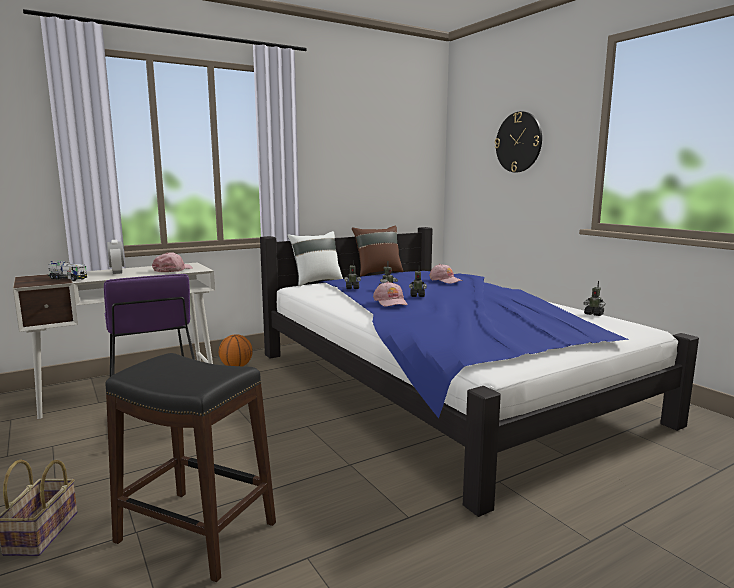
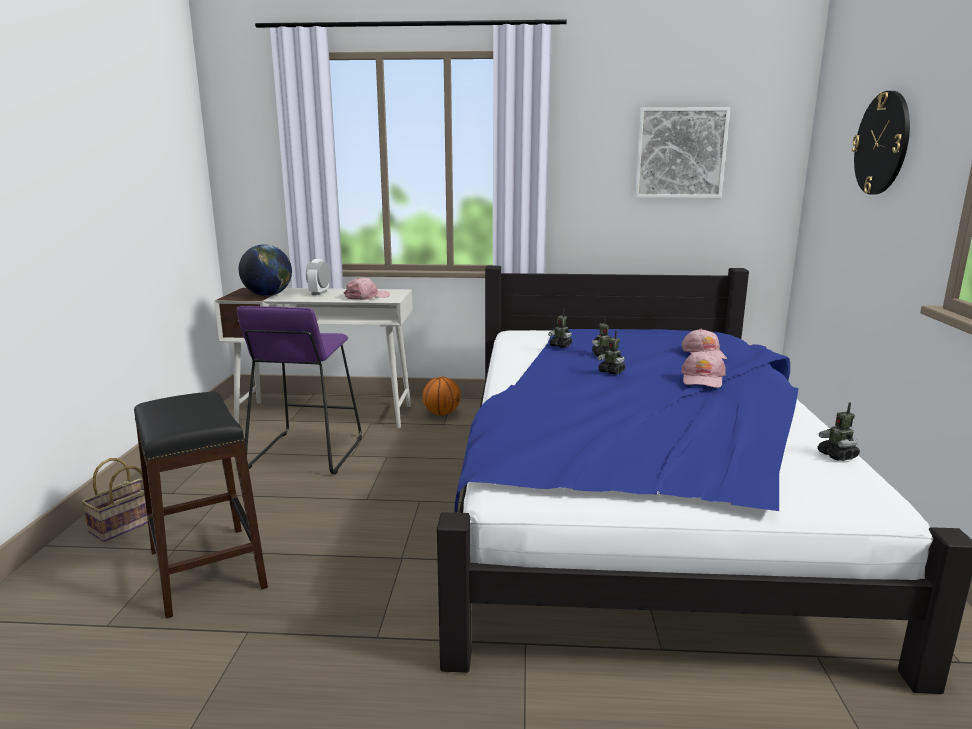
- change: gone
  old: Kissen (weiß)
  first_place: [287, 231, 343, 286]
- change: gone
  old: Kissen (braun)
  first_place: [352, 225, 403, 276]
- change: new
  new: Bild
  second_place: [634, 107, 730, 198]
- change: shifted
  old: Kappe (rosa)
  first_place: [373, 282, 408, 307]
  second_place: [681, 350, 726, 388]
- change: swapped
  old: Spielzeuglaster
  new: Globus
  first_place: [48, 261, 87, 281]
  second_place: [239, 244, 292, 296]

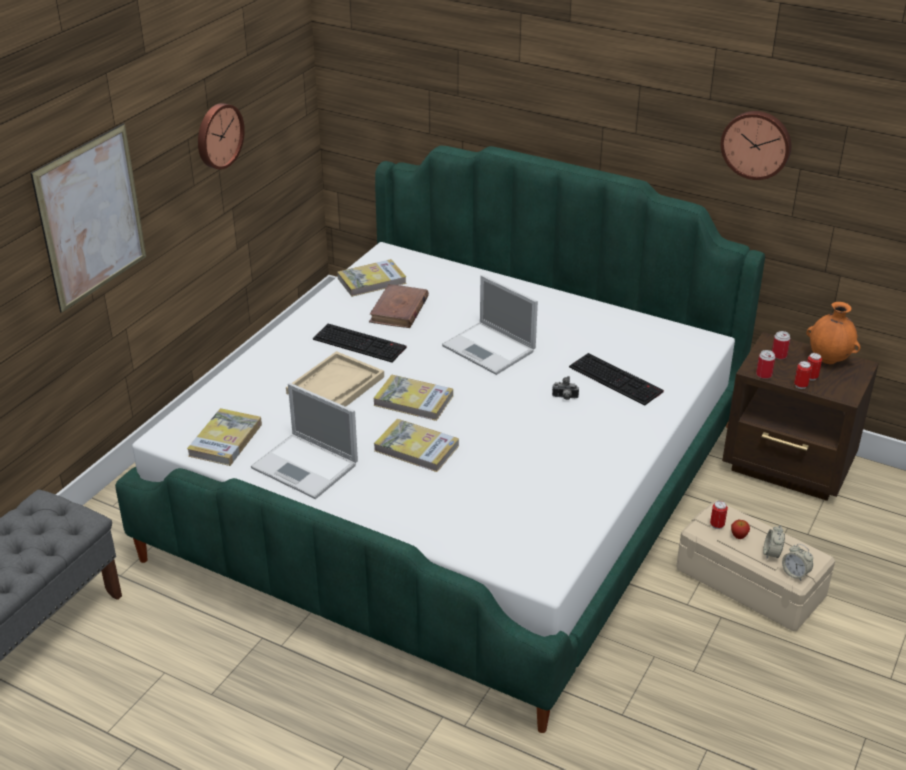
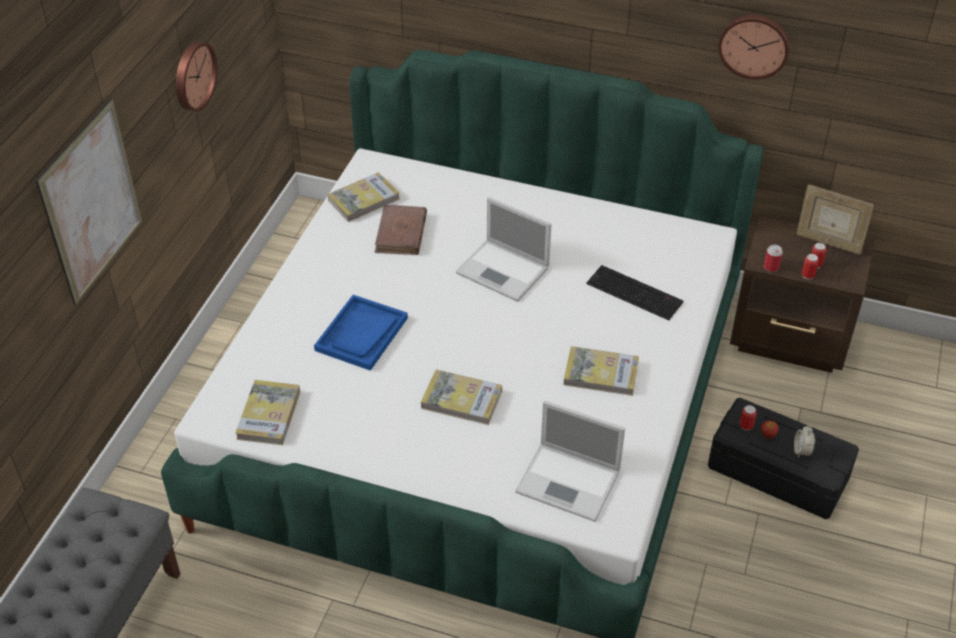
- change: gone
  old: Tastatur
  first_place: [313, 324, 407, 363]
- change: gone
  old: Kamera
  first_place: [552, 376, 579, 400]
- change: gone
  old: Dose
  first_place: [772, 331, 790, 359]
- change: gone
  old: Wecker
  first_place: [782, 544, 813, 581]
- change: shifted
  old: Laptop
  first_place: [251, 383, 358, 499]
  second_place: [515, 401, 625, 522]
- change: shifted
  old: Buch
  first_place: [373, 375, 453, 421]
  second_place: [563, 346, 639, 396]
- change: swapped
  old: Vase (orange)
  new: Bilderrahmen
  first_place: [806, 302, 861, 364]
  second_place: [797, 184, 874, 255]
- change: repainted
  old: Tablett (beige)
  new: Tablett (blau)
  first_place: [286, 351, 384, 407]
  second_place: [314, 295, 408, 371]
- change: repainted
  old: Aufbewahrungsbox (beige)
  new: Aufbewahrungsbox (schwarz)
  first_place: [676, 500, 835, 631]
  second_place: [708, 398, 859, 519]

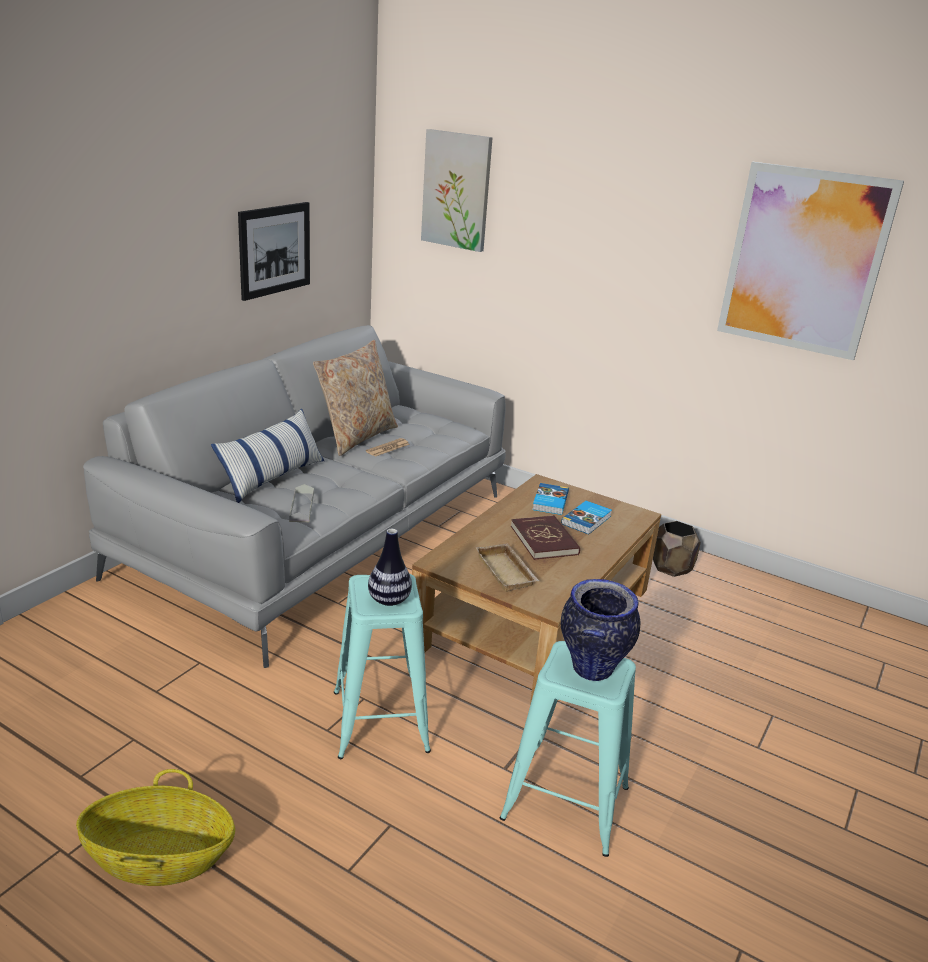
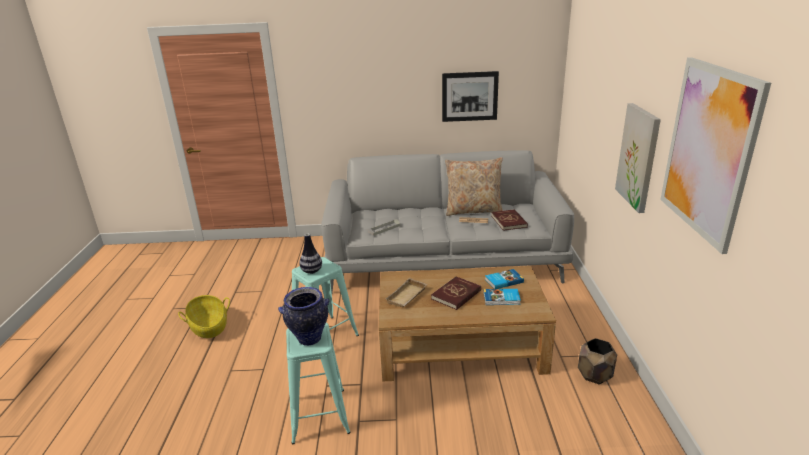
- change: gone
  old: Kissen
  first_place: [211, 409, 324, 503]
- change: new
  new: Buch (rot)
  second_place: [491, 209, 528, 231]
- change: shifted
  old: Bild
  first_place: [421, 129, 493, 252]
  second_place: [615, 103, 661, 213]

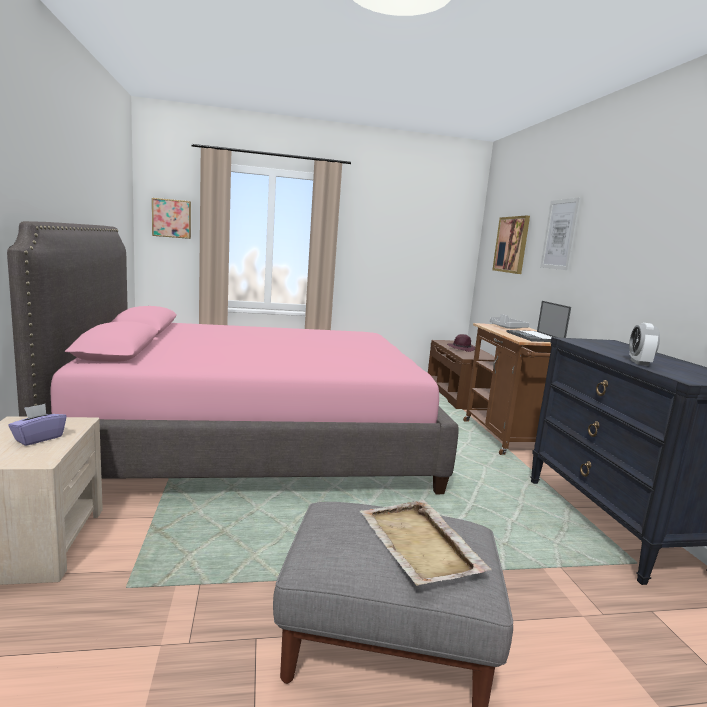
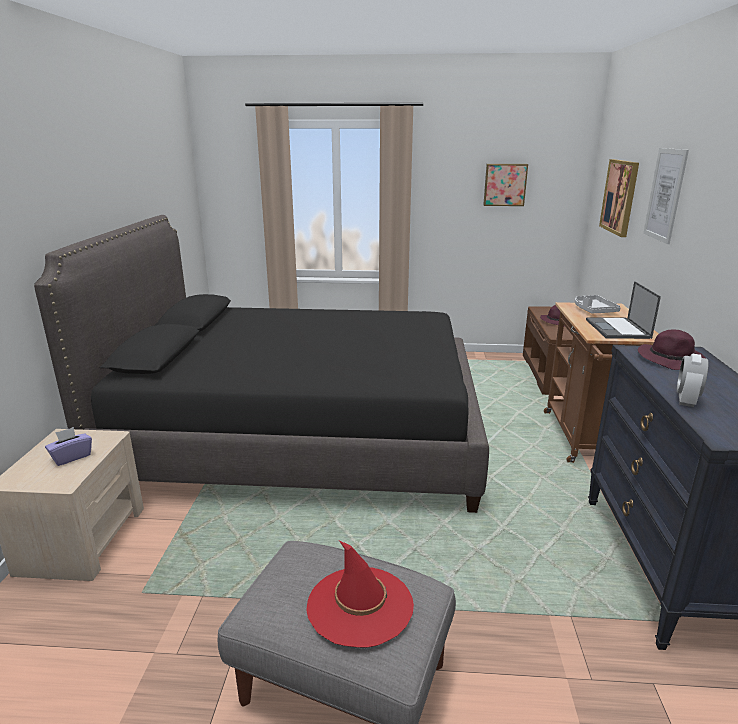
- change: new
  new: Hut (lila)
  second_place: [638, 330, 706, 370]
- change: shifted
  old: Bild
  first_place: [152, 198, 191, 239]
  second_place: [483, 164, 528, 206]
- change: swapped
  old: Tablett (beige)
  new: Hut (rot)
  first_place: [360, 500, 492, 586]
  second_place: [306, 541, 414, 648]
- change: repainted
  old: Bett (rosa)
  new: Bett (schwarz)
  first_place: [7, 221, 459, 494]
  second_place: [34, 215, 489, 513]

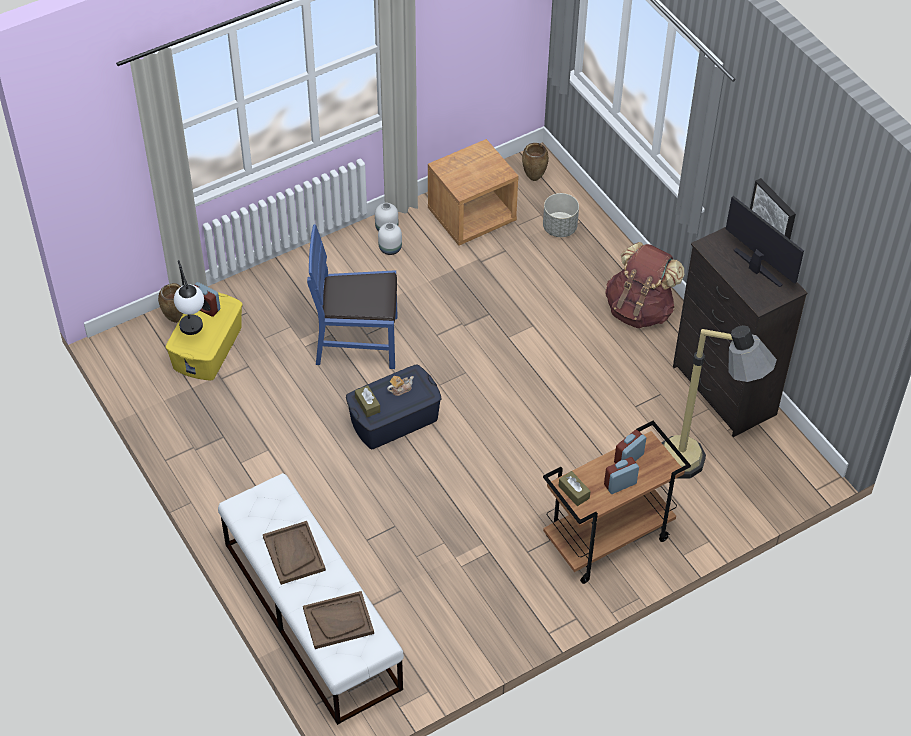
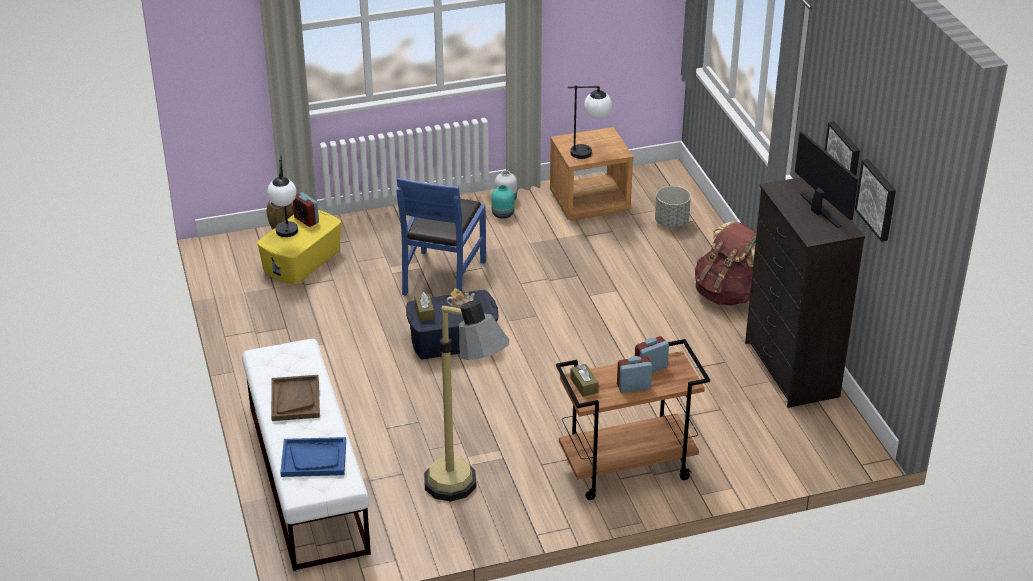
- change: gone
  old: Vase (braun)
  first_place: [522, 143, 549, 181]
- change: new
  new: Tischlampe
  second_place: [568, 85, 612, 159]
- change: new
  new: Bild
  second_place: [855, 159, 896, 242]
- change: shifted
  old: Stehlampe
  first_place: [661, 325, 777, 478]
  second_place: [424, 300, 509, 502]
- change: repainted
  old: Tablett (braun)
  new: Tablett (blau)
  first_place: [303, 591, 374, 649]
  second_place: [280, 437, 346, 477]
- change: repainted
  old: Vase (weiß)
  new: Vase (türkis)
  first_place: [378, 223, 402, 255]
  second_place: [491, 185, 514, 219]
- change: rotated
  old: Stuhl (blau)
  first_place: [307, 224, 397, 369]
  second_place: [396, 177, 486, 295]
  degrees: -90

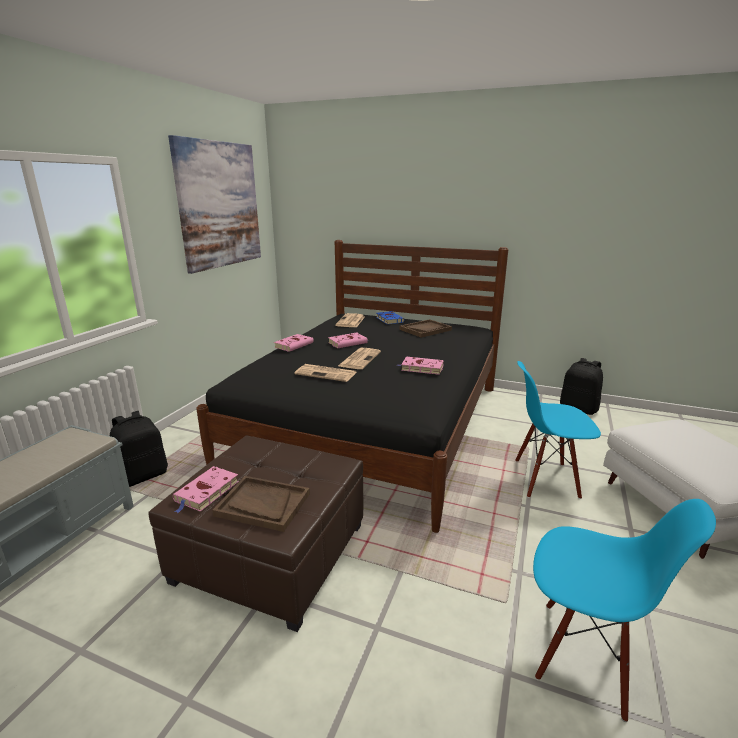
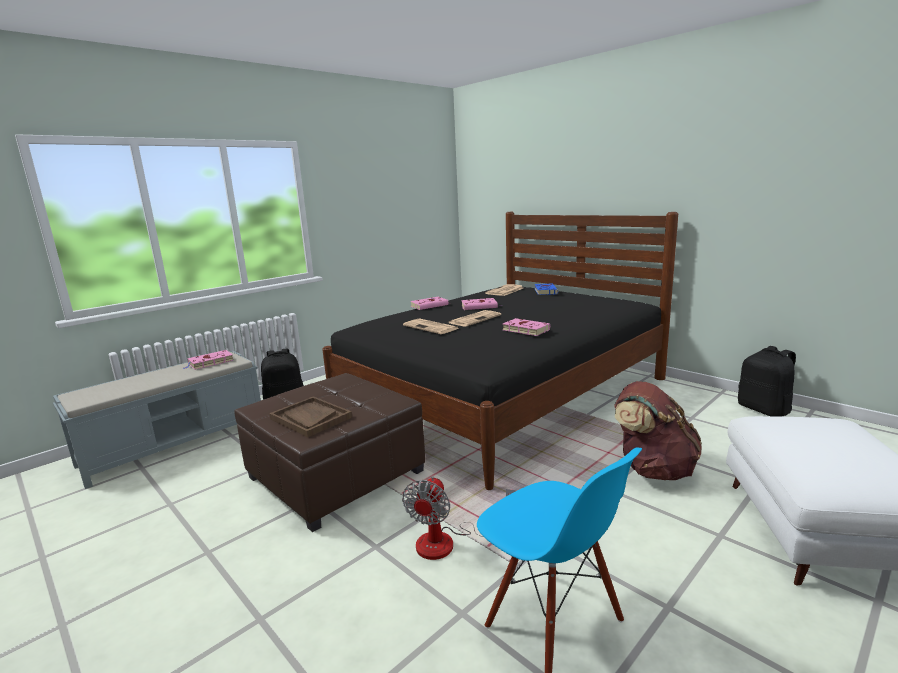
- change: gone
  old: Bild
  first_place: [168, 135, 261, 274]
- change: gone
  old: Tablett (braun)
  first_place: [400, 319, 452, 338]
- change: new
  new: Ventilator
  second_place: [402, 476, 515, 560]
- change: shifted
  old: Buch (rosa)
  first_place: [173, 466, 239, 513]
  second_place: [184, 350, 234, 370]
- change: swapped
  old: Stuhl (blau)
  new: Rucksack (braun)
  first_place: [515, 361, 601, 499]
  second_place: [614, 381, 702, 480]

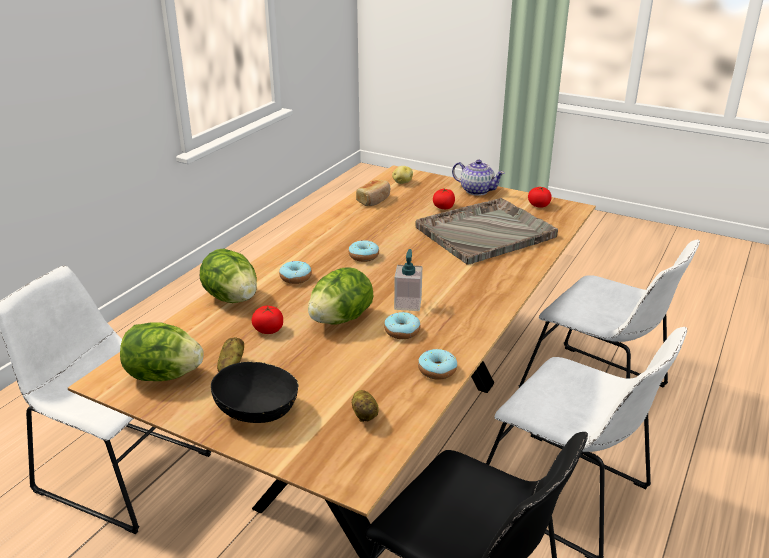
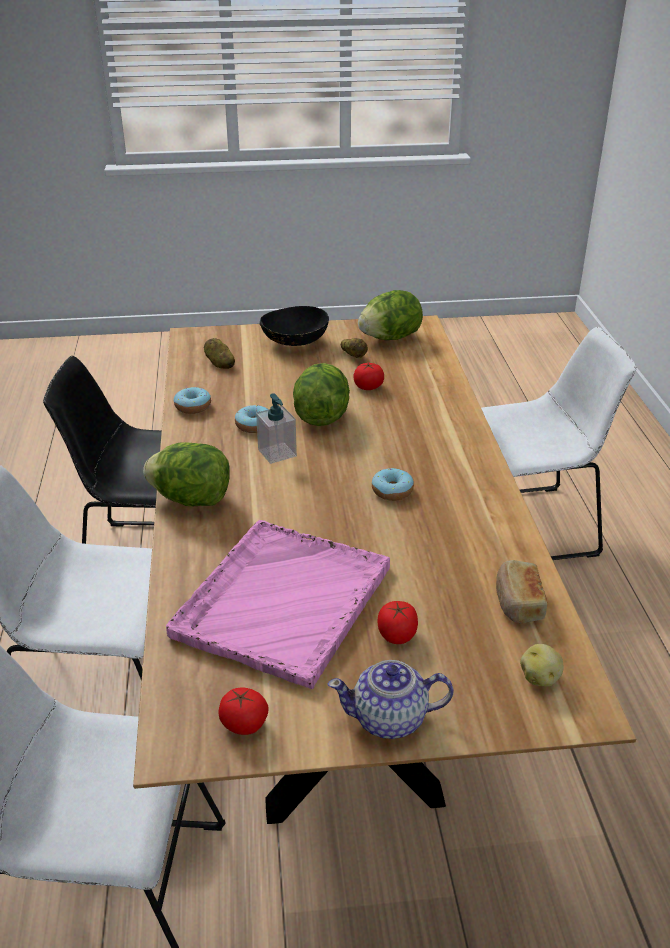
- change: gone
  old: Donut
  first_place: [279, 261, 312, 284]
- change: shifted
  old: Salatkopf
  first_place: [200, 248, 257, 303]
  second_place: [143, 442, 230, 506]
- change: repainted
  old: Tablett (grau)
  new: Tablett (rosa)
  first_place: [415, 198, 558, 265]
  second_place: [166, 520, 390, 689]

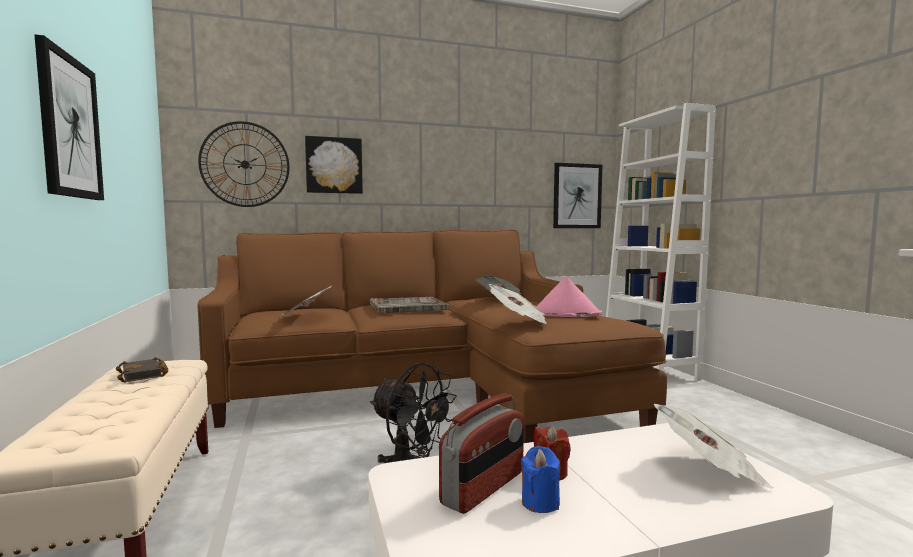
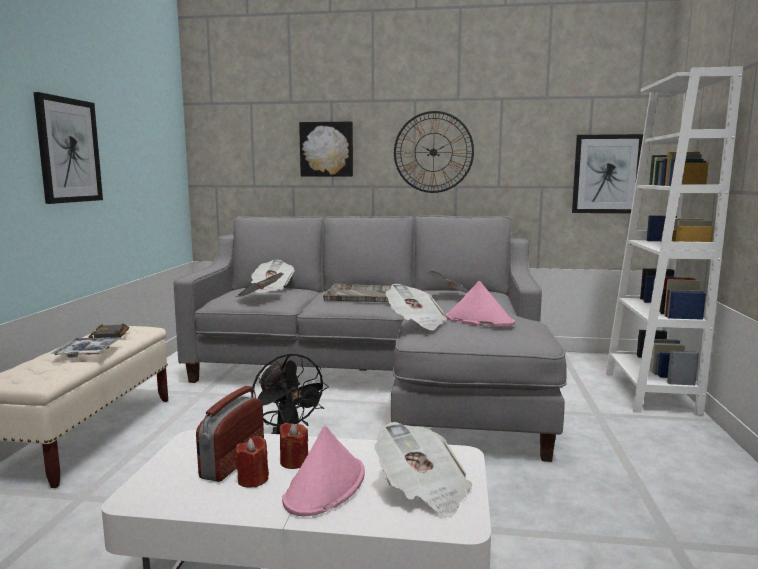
- change: new
  new: Tablett
  second_place: [50, 337, 122, 358]
- change: new
  new: Zeitung
  second_place: [251, 260, 295, 293]
- change: new
  new: Hut (rosa)
  second_place: [282, 425, 365, 516]
- change: shifted
  old: Wanduhr
  first_place: [198, 121, 289, 207]
  second_place: [394, 111, 474, 193]
- change: repainted
  old: Sofa (braun)
  new: Sofa (grau)
  first_place: [198, 229, 667, 443]
  second_place: [174, 216, 567, 462]
- change: repainted
  old: Kerze (blau)
  new: Kerze (rot)
  first_place: [521, 446, 560, 513]
  second_place: [234, 436, 269, 488]
- change: rotated
  old: Radio
  first_place: [439, 393, 524, 514]
  second_place: [196, 386, 264, 482]
  degrees: 135

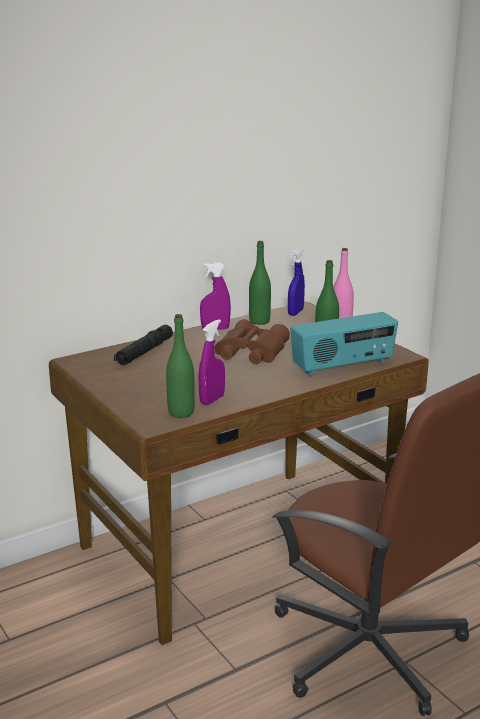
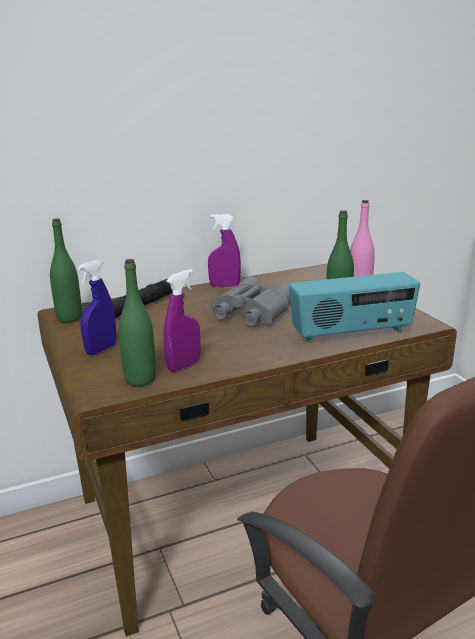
- change: shifted
  old: Flasche (grün)
  first_place: [249, 241, 271, 325]
  second_place: [50, 218, 82, 322]
- change: shifted
  old: Sprühflasche (blau)
  first_place: [288, 248, 305, 316]
  second_place: [78, 260, 116, 355]
- change: repainted
  old: Fernglas (braun)
  new: Fernglas (grau)
  first_place: [215, 319, 290, 364]
  second_place: [210, 276, 291, 326]

